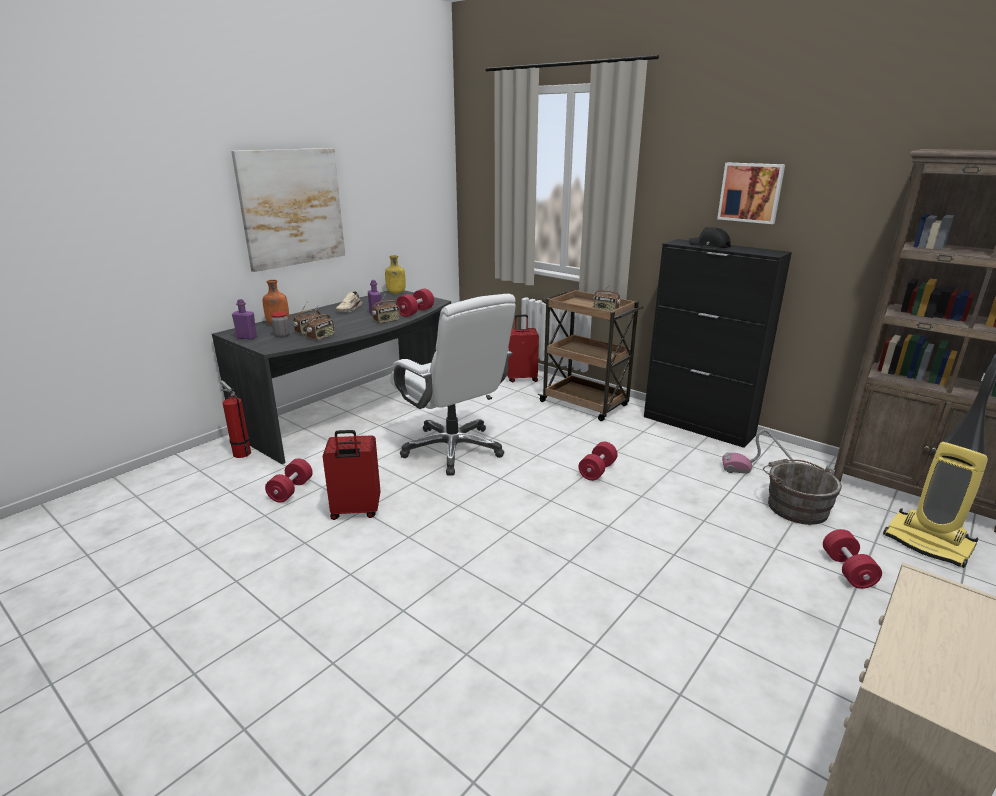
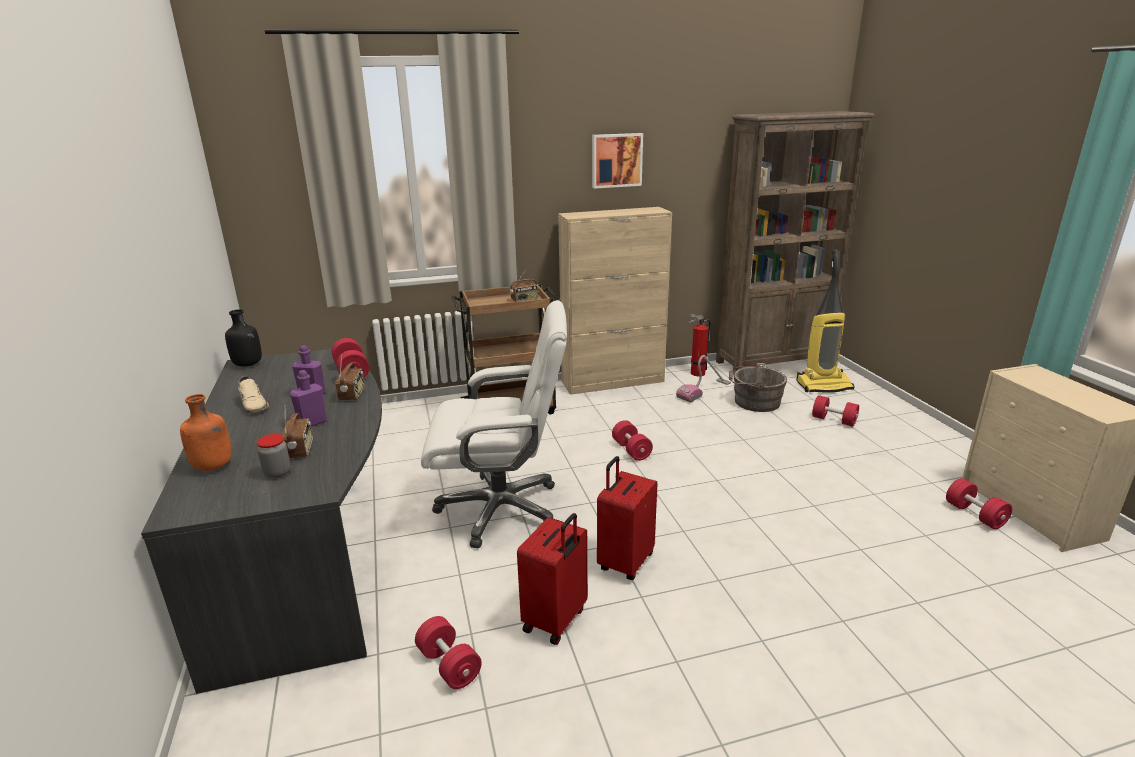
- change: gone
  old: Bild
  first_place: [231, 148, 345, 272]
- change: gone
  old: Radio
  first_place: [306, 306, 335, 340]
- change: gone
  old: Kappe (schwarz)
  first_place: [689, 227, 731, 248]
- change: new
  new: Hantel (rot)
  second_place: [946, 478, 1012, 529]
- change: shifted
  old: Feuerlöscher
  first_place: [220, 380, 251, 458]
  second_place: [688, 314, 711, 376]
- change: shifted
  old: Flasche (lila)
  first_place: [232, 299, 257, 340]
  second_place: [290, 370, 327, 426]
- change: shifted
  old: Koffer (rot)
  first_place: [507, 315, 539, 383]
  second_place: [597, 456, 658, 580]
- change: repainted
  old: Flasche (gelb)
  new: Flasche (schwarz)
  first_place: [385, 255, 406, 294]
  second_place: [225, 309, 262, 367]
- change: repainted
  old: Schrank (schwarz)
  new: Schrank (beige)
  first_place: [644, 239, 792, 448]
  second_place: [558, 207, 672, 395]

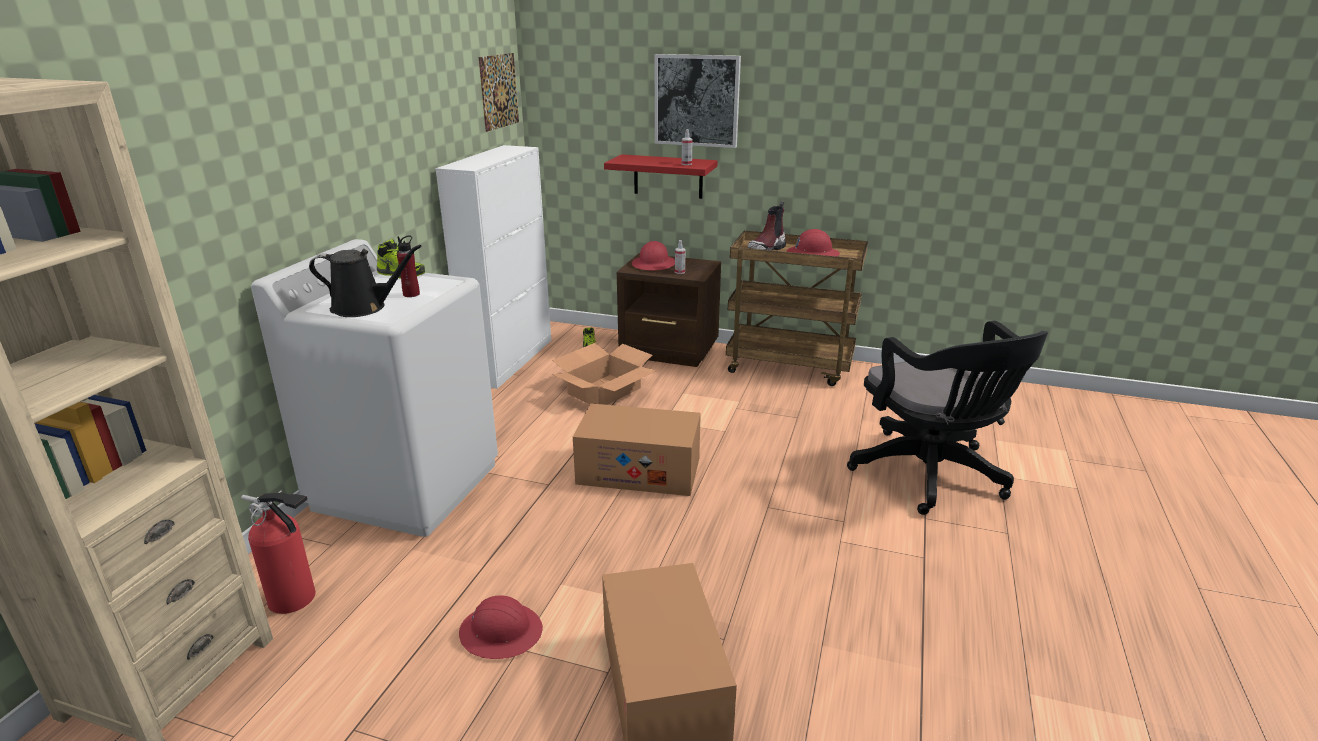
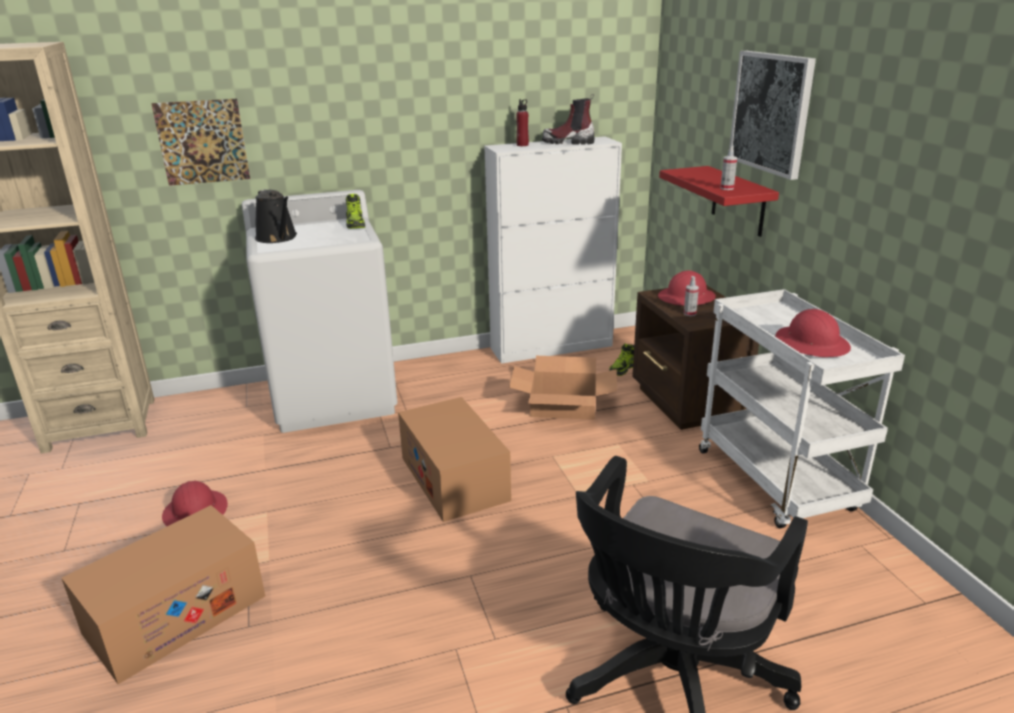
- change: gone
  old: Feuerlöscher
  first_place: [241, 491, 315, 614]
- change: shifted
  old: Flasche (rot)
  first_place: [397, 236, 420, 297]
  second_place: [516, 99, 529, 146]
- change: shifted
  old: Bild
  first_place: [479, 53, 519, 132]
  second_place: [151, 99, 250, 186]
- change: shifted
  old: Stiefel
  first_place: [748, 201, 786, 251]
  second_place: [542, 94, 595, 145]
- change: repainted
  old: Rollwagen (braun)
  new: Rollwagen (weiß)
  first_place: [726, 231, 868, 386]
  second_place: [699, 289, 905, 528]

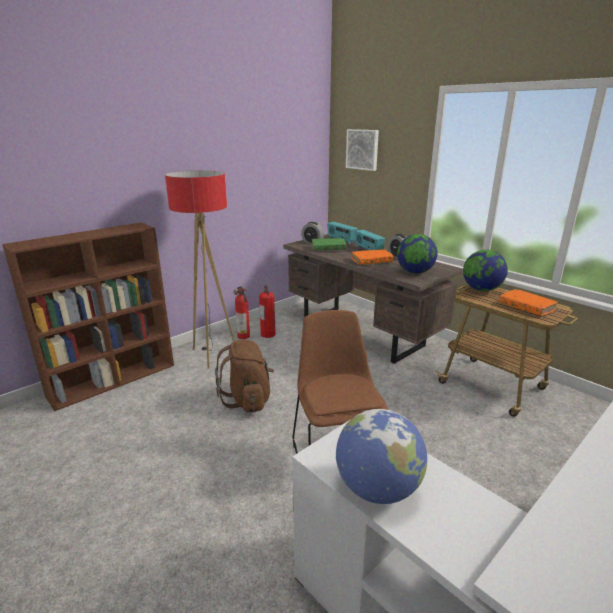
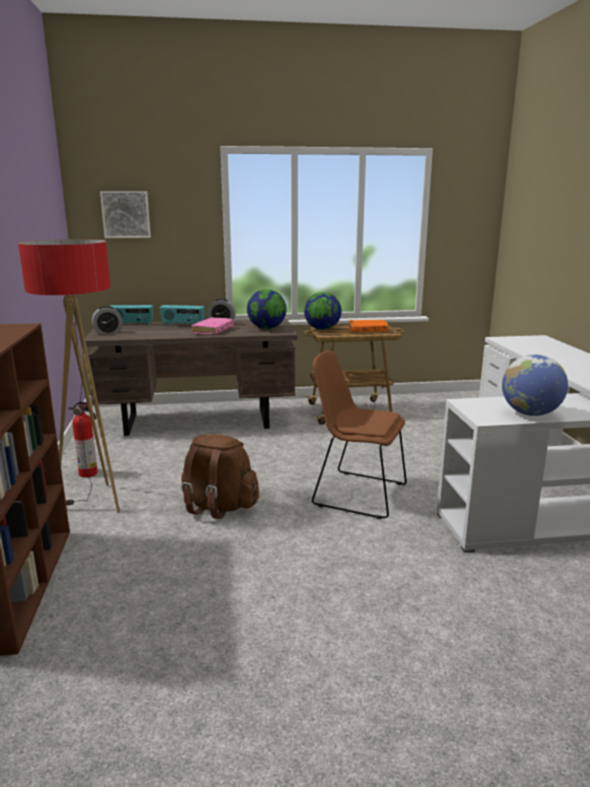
- change: gone
  old: Feuerlöscher
  first_place: [259, 285, 276, 338]
- change: gone
  old: Buch (grün)
  first_place: [312, 238, 346, 251]
- change: repainted
  old: Buch (orange)
  new: Buch (rosa)
  first_place: [351, 249, 394, 265]
  second_place: [191, 317, 234, 335]

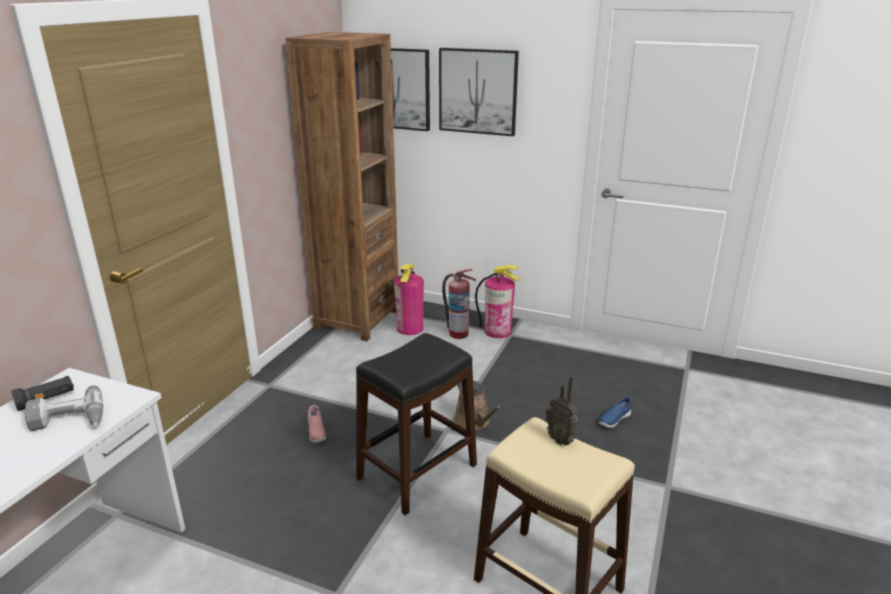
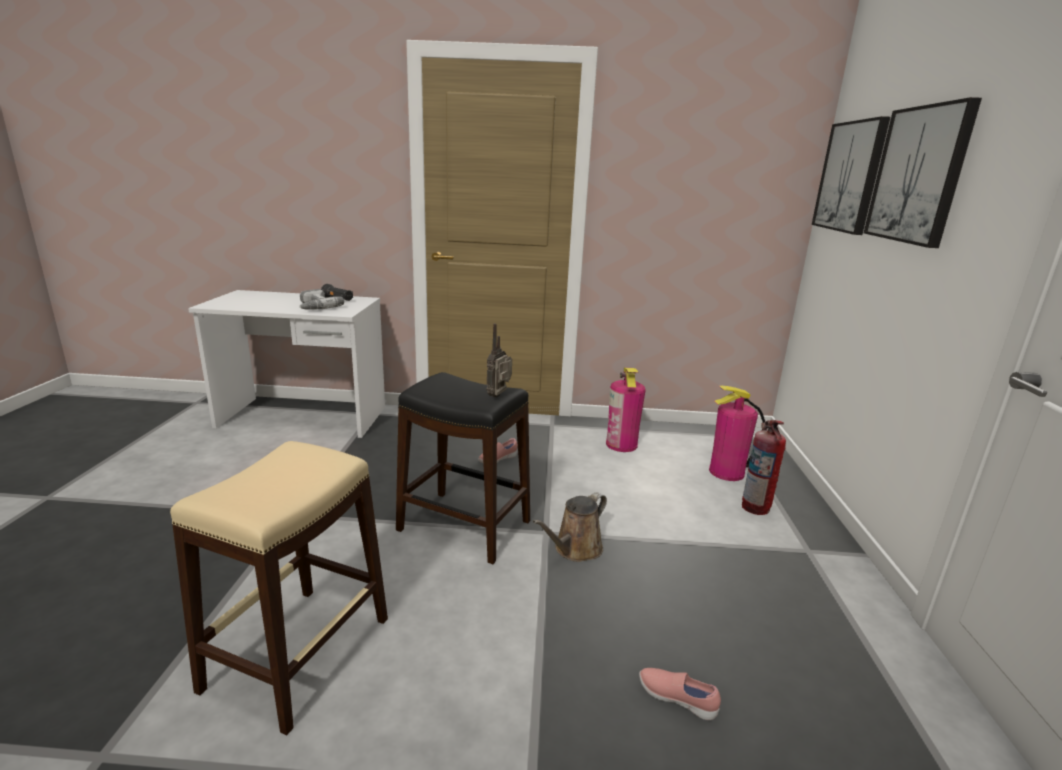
- change: gone
  old: Bücherregal (braun)
  first_place: [285, 32, 398, 341]
- change: shifted
  old: Feuerlöscher
  first_place: [475, 265, 520, 338]
  second_place: [606, 368, 646, 452]
- change: shifted
  old: Radio
  first_place: [546, 375, 577, 445]
  second_place: [486, 324, 512, 397]
- change: repainted
  old: Schuh (blau)
  new: Schuh (rosa)
  first_place: [599, 397, 632, 428]
  second_place: [639, 668, 721, 720]

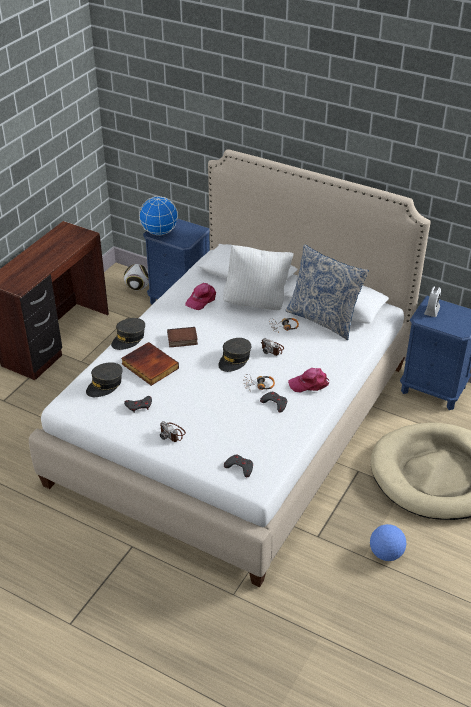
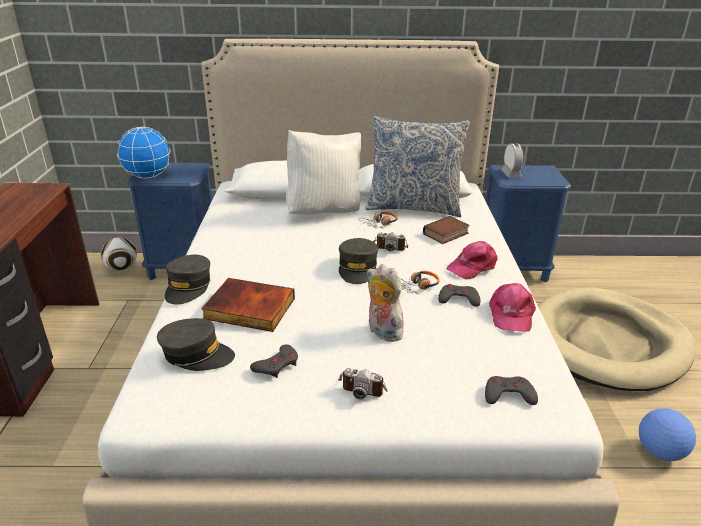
- change: new
  new: Plüschtier
  second_place: [367, 264, 405, 342]
- change: shifted
  old: Buch
  first_place: [167, 327, 198, 347]
  second_place: [423, 216, 470, 244]
- change: shifted
  old: Kappe (rosa)
  first_place: [185, 283, 216, 310]
  second_place: [489, 283, 536, 332]
- change: rotated
  old: Kappe (grau)
  first_place: [86, 362, 123, 397]
  second_place: [157, 318, 235, 371]
  degrees: -90

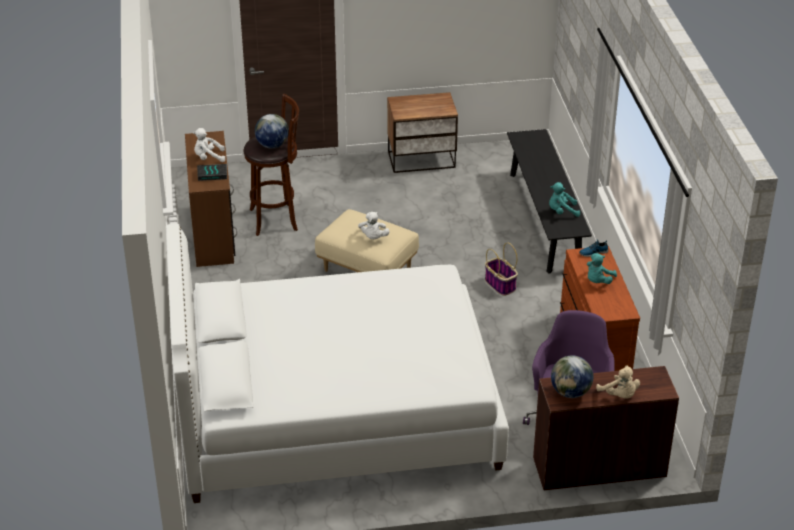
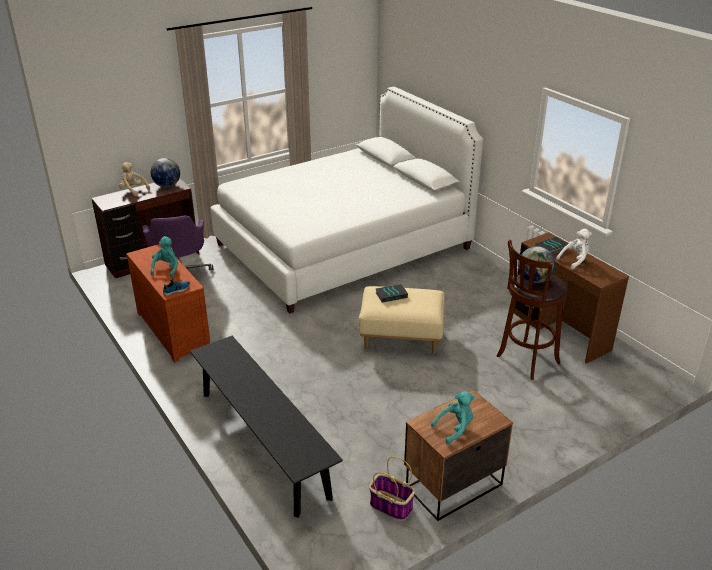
- change: shifted
  old: Korb
  first_place: [485, 242, 518, 296]
  second_place: [369, 456, 415, 521]
- change: shifted
  old: Plüschtier (türkis)
  first_place: [549, 182, 580, 217]
  second_place: [431, 391, 475, 444]
- change: swapped
  old: Plüschtier (weiß)
  new: Buch
  first_place: [358, 212, 390, 239]
  second_place: [376, 284, 408, 303]

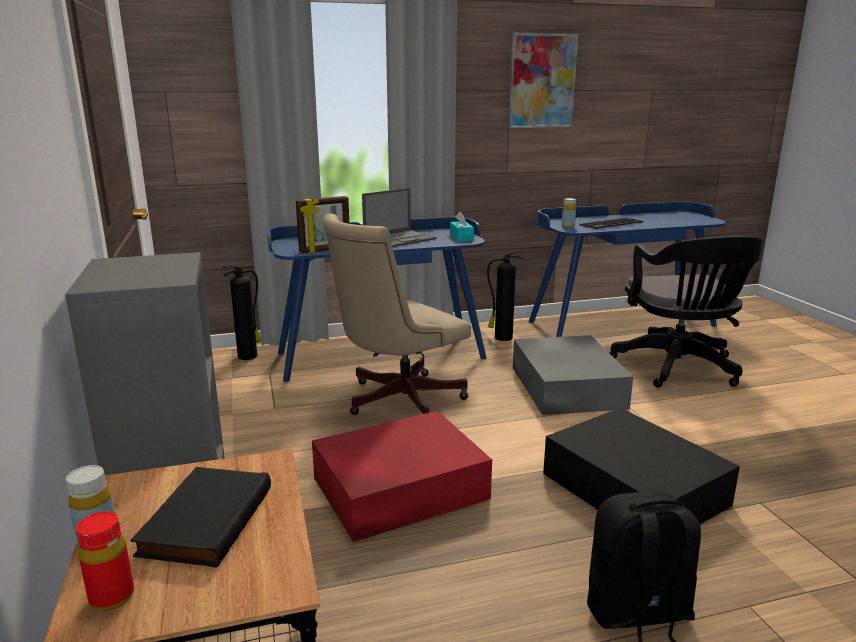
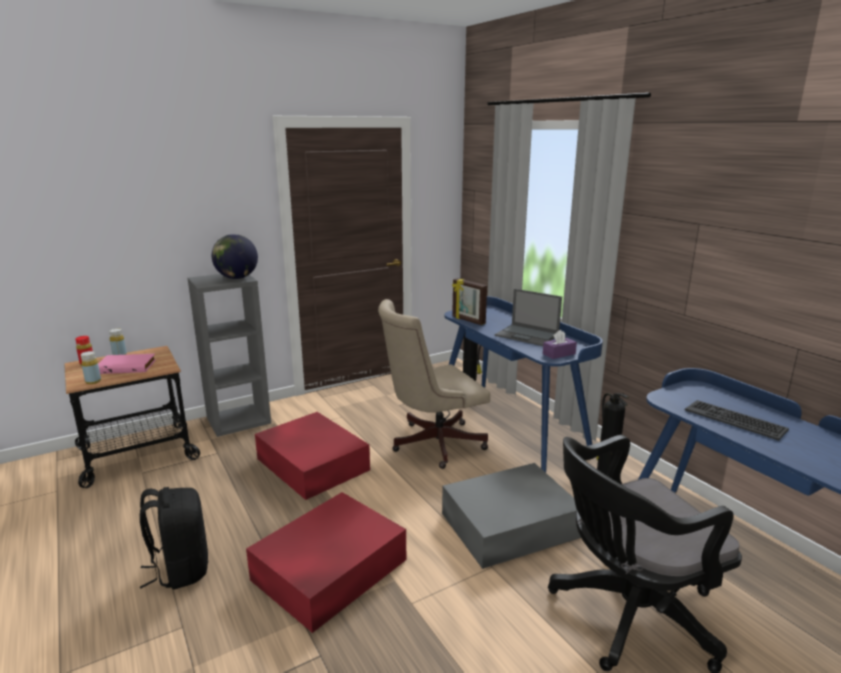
- change: gone
  old: Bild
  first_place: [508, 33, 578, 128]
- change: new
  new: Globus
  second_place: [212, 234, 258, 279]
- change: shifted
  old: Flasche (gelb)
  first_place: [562, 198, 576, 228]
  second_place: [81, 351, 101, 384]
- change: repainted
  old: Buch (schwarz)
  new: Buch (rosa)
  first_place: [131, 467, 271, 568]
  second_place: [98, 354, 156, 374]
- change: repainted
  old: Taschentuchbox (türkis)
  new: Taschentuchbox (lila)
  first_place: [450, 212, 474, 241]
  second_place: [543, 330, 577, 359]
- change: repainted
  old: Aufbewahrungsbox (schwarz)
  new: Aufbewahrungsbox (rot)
  first_place: [543, 408, 740, 524]
  second_place: [246, 492, 406, 633]
- change: rotated
  old: Bürostuhl (beige)
  first_place: [322, 213, 471, 415]
  second_place: [378, 299, 490, 469]
  degrees: -60

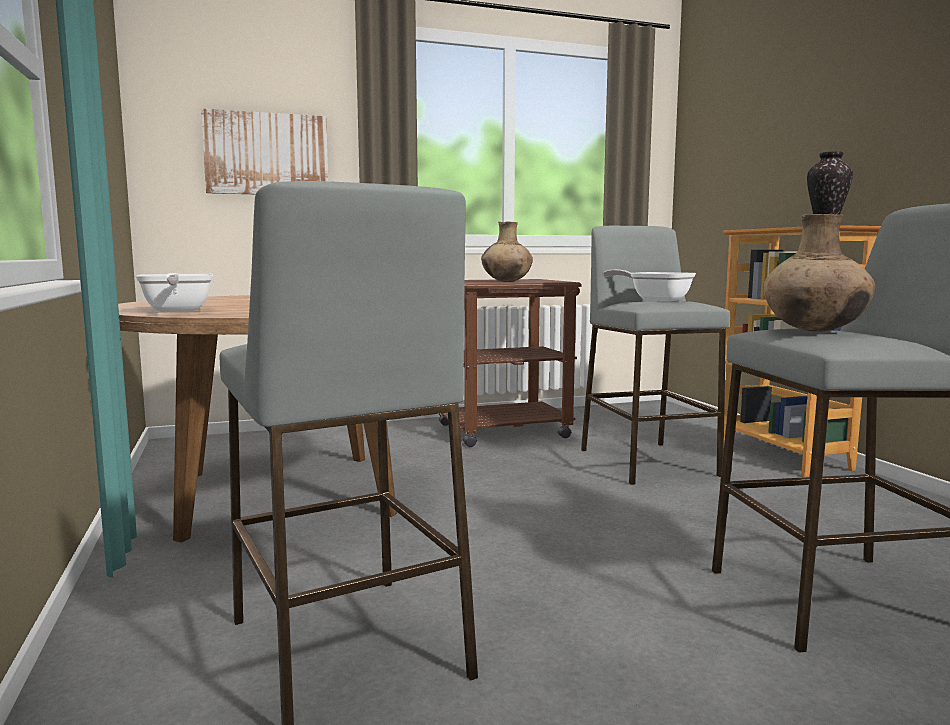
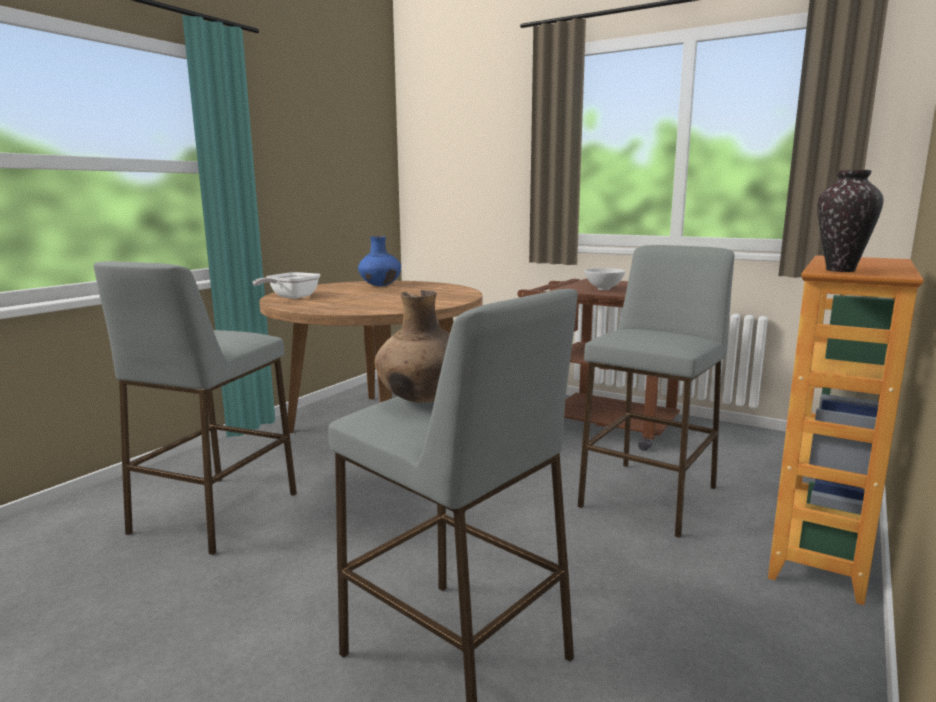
- change: gone
  old: Bild
  first_place: [201, 109, 328, 194]
- change: gone
  old: Pfanne
  first_place: [603, 270, 696, 302]
- change: new
  new: Vase (blau)
  second_place: [358, 236, 401, 286]
- change: swapped
  old: Vase (braun)
  new: Schüssel (weiß)
  first_place: [481, 221, 533, 282]
  second_place: [584, 268, 626, 290]

